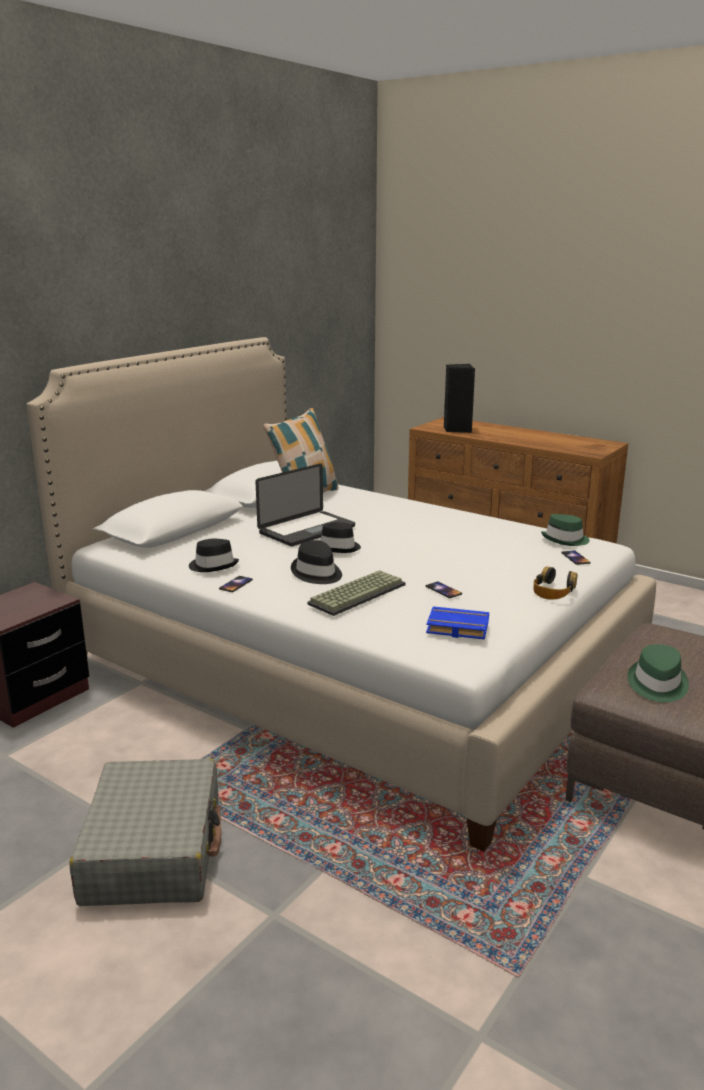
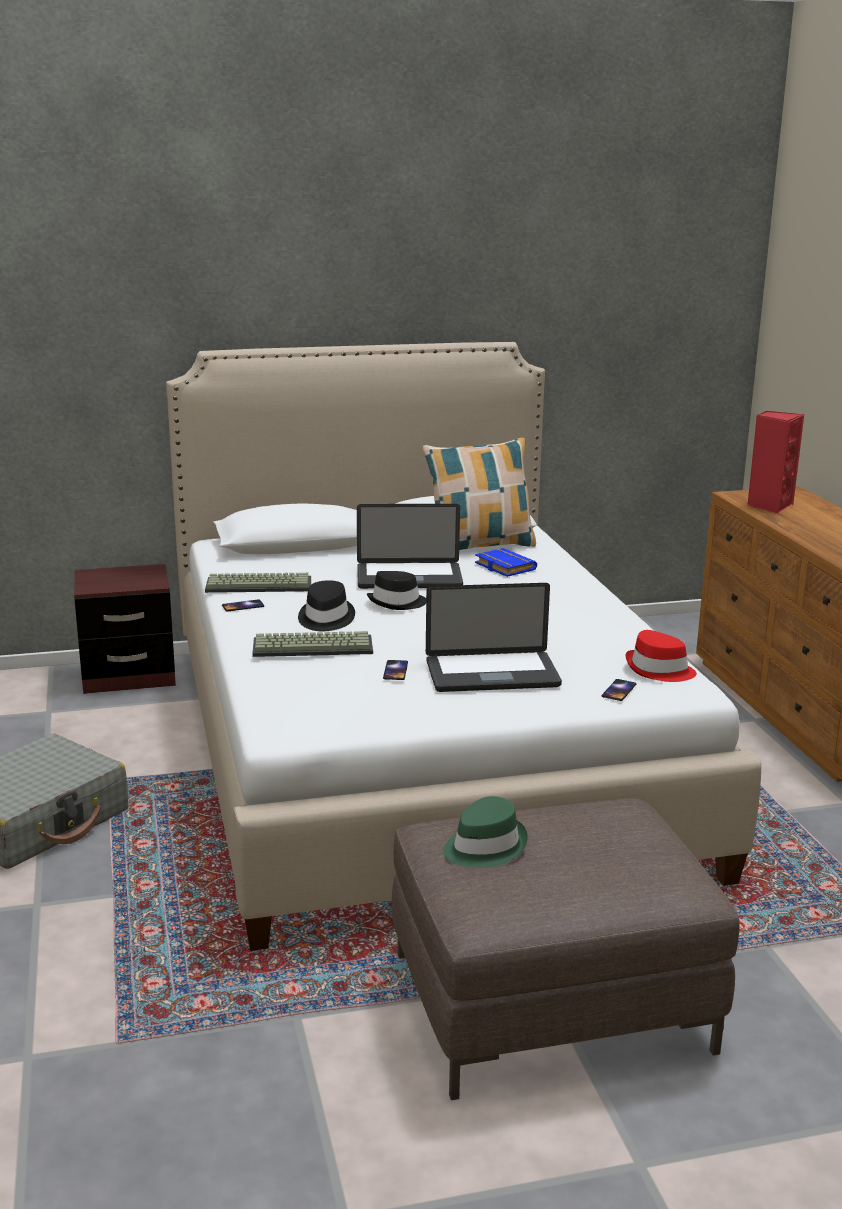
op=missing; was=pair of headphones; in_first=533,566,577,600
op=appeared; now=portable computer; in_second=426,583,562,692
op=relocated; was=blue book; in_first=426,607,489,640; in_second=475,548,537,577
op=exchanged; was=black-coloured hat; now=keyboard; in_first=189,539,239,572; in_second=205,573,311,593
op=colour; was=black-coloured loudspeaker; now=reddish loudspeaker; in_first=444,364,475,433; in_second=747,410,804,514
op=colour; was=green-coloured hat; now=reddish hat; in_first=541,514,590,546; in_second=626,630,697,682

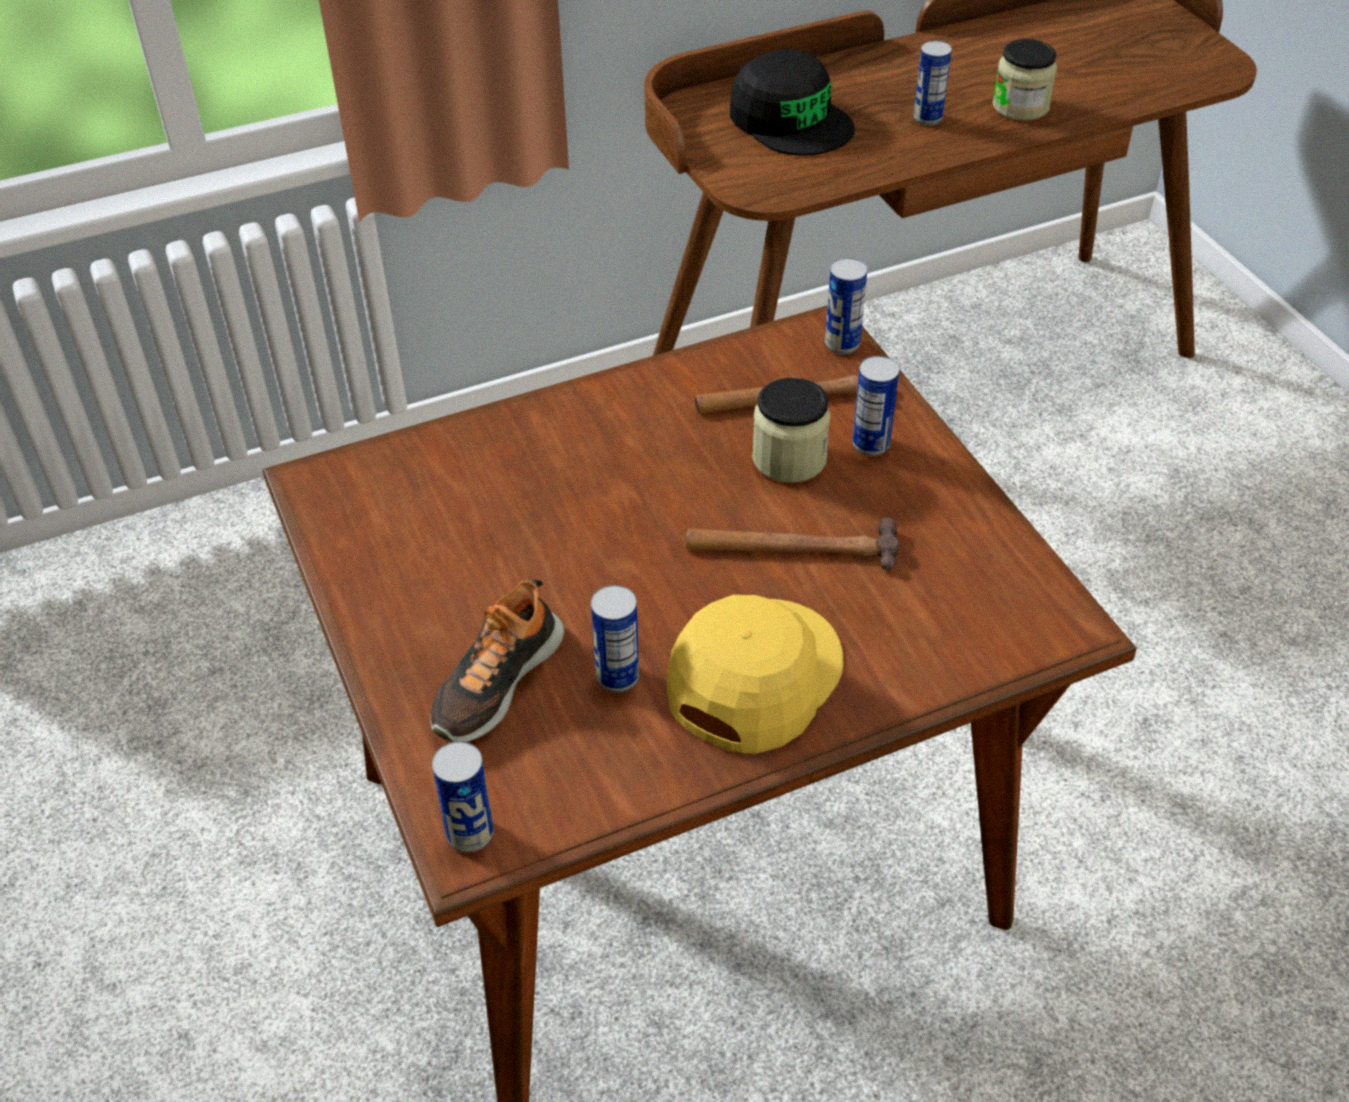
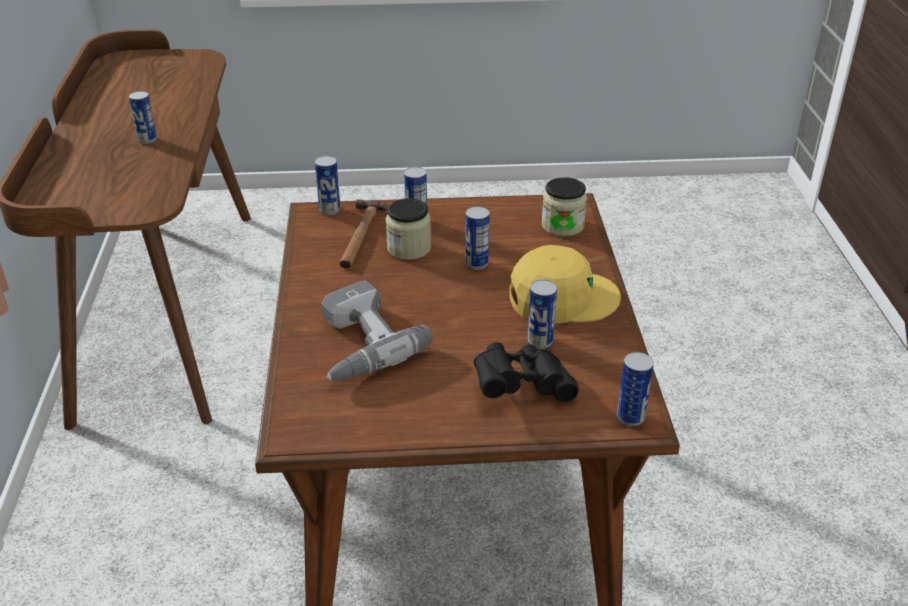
op=missing; was=black-coloured cap; in_first=730,49,855,156
op=appeared; now=drill; in_second=321,280,433,380
op=relocated; was=preserve jar; in_first=993,39,1057,121; in_second=541,177,587,237
op=exchanged; was=item of footwear; now=black-coloured binoculars; in_first=431,579,564,742; in_second=474,342,579,402
op=exchanged; was=tool hammer; now=sealed can; in_first=686,518,899,570; in_second=465,206,490,270
op=spun; was=yellow cap; in_first=667,595,843,754; in_second=509,245,621,323; clockwise=120

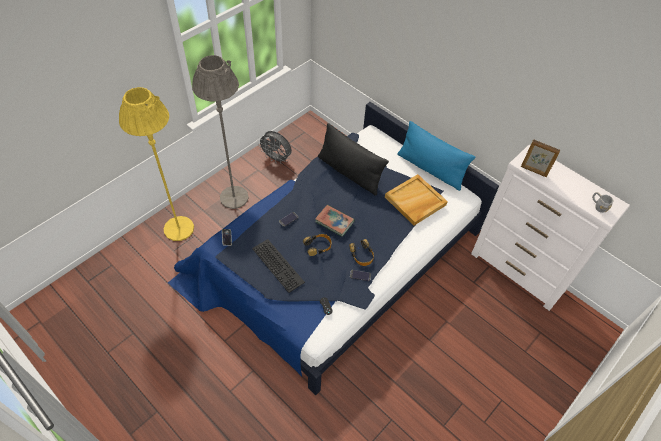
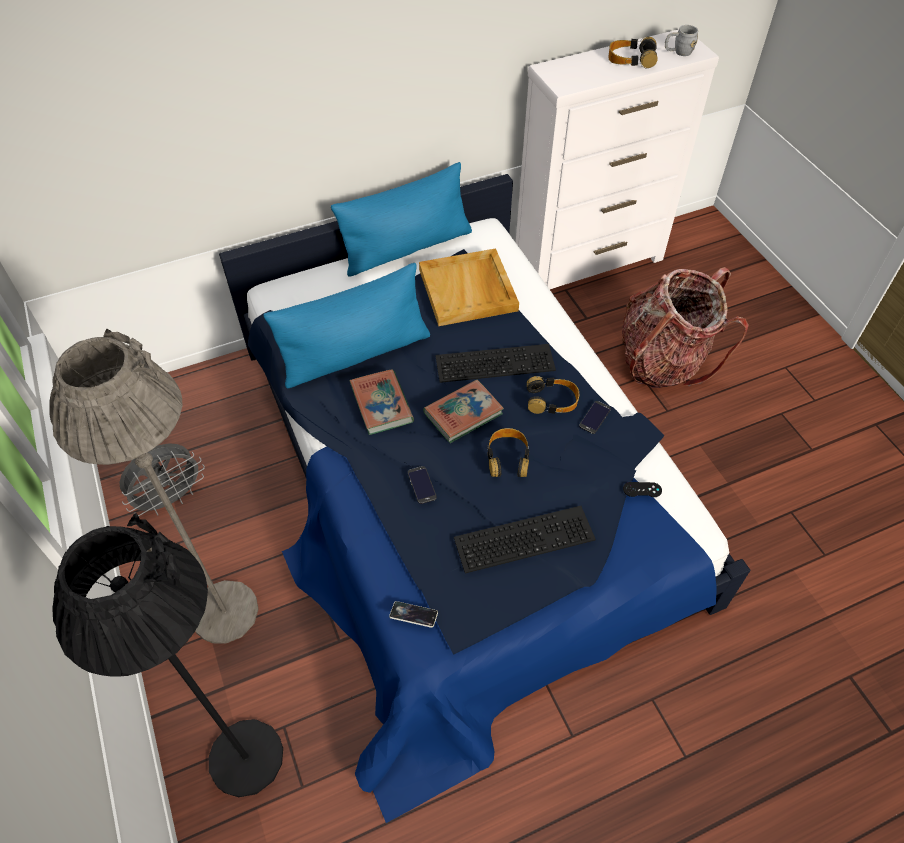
op=missing; was=photo frame; in_first=521,139,561,177
op=appeared; now=book; in_second=350,369,414,435
op=appeared; now=keyboard; in_second=435,344,556,383
op=appeared; now=pair of headphones; in_second=608,36,657,68
op=appeared; now=backpack; in_second=622,267,749,388
op=colour; was=yellow standing lamp; now=black-coloured standing lamp; in_first=119,87,194,241; in_second=52,513,283,797
op=colour; was=black-coloured cushion; now=blue cushion; in_first=318,123,389,196; in_second=264,263,430,388

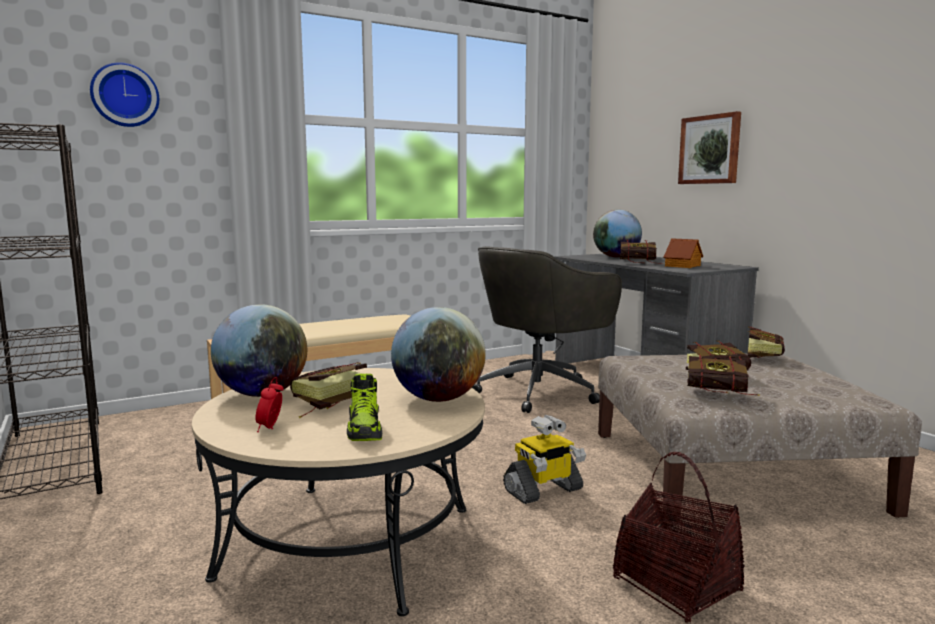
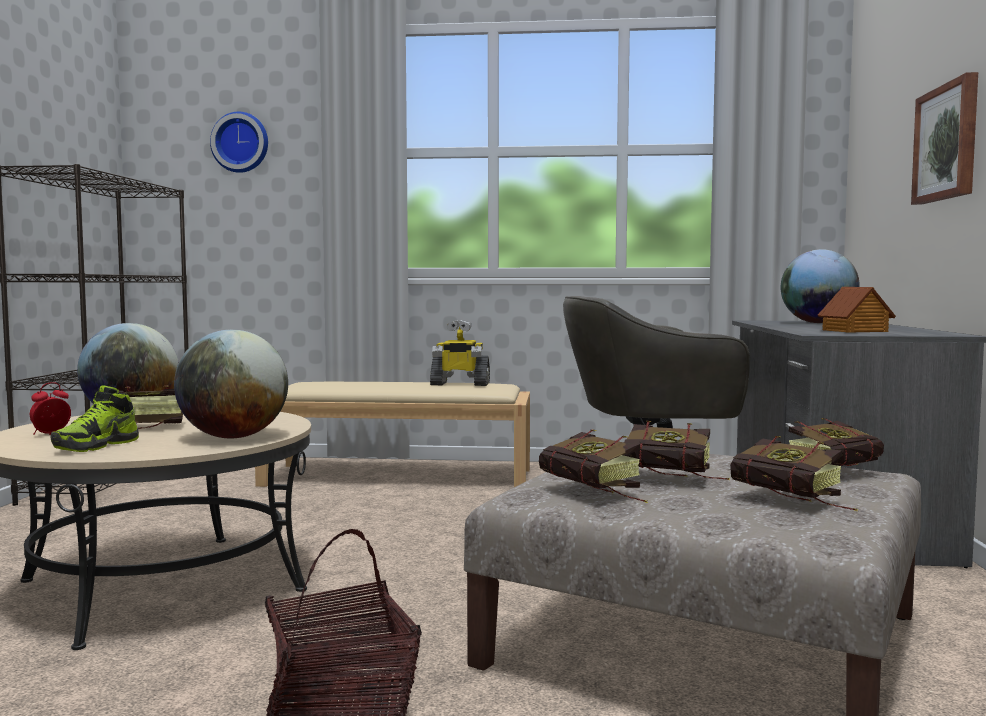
op=relocated; was=model robot; in_first=503,415,586,504; in_second=430,320,490,386
op=relocated; was=book; in_first=620,240,664,264; in_second=730,436,858,511

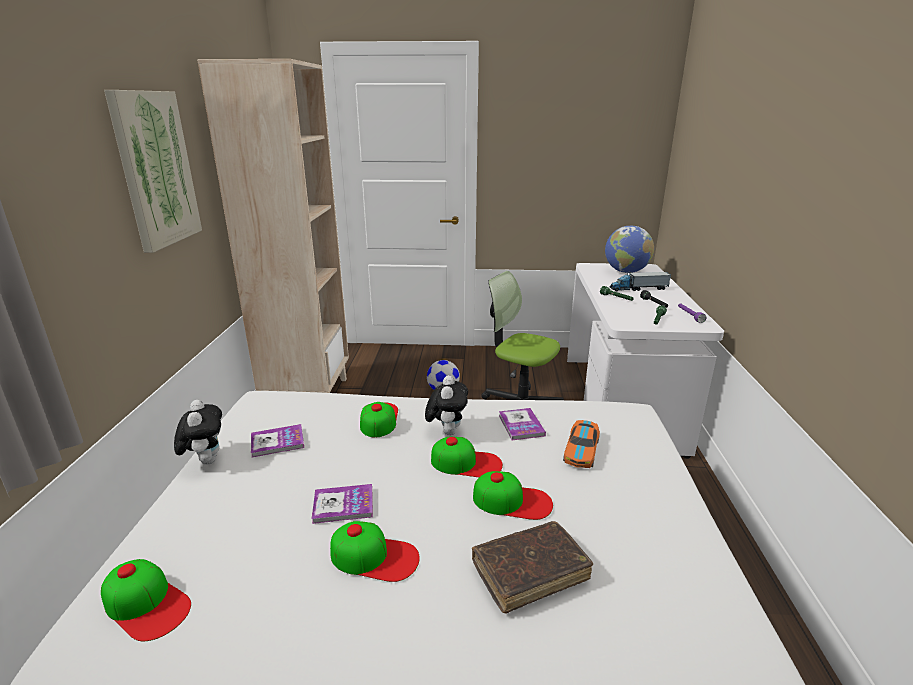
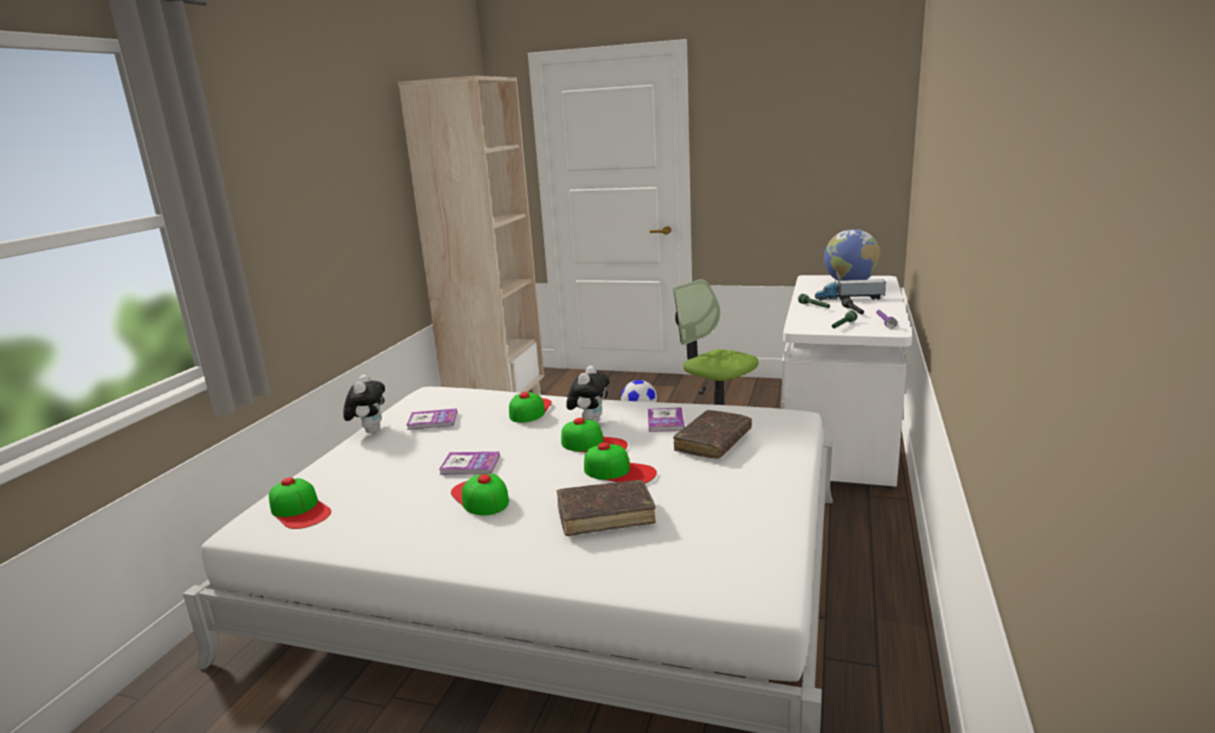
op=missing; was=picture; in_first=104,90,202,253
op=exchanged; was=miniature car; now=brown-coloured book; in_first=563,420,600,468; in_second=673,410,752,459
op=spun; was=cap; in_first=330,521,420,582; in_second=451,474,509,516; clockwise=-150

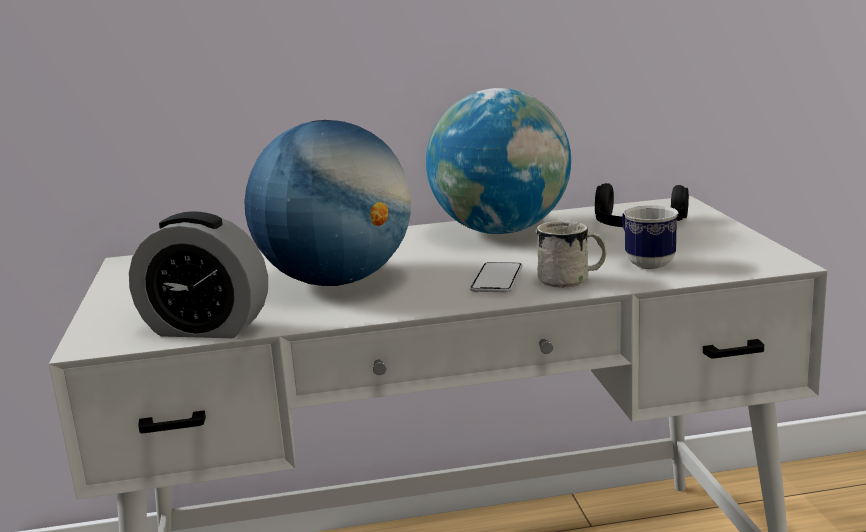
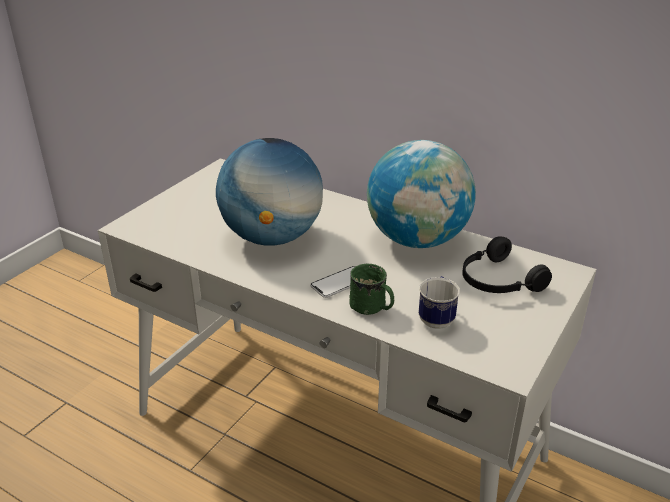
op=missing; was=alarm clock; in_first=129,211,268,338
op=colour; was=white tea mug; now=green-coloured tea mug; in_first=536,221,606,288; in_second=349,264,394,315

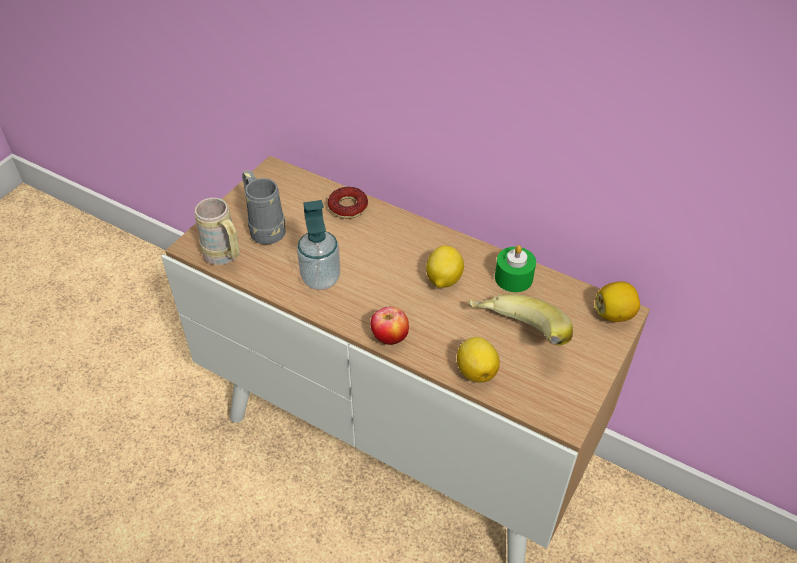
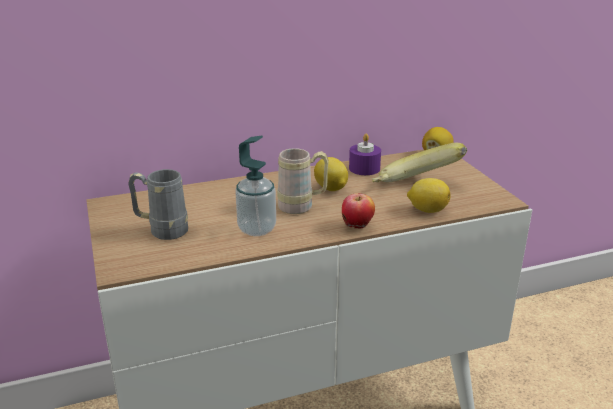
op=missing; was=donut; in_first=328,187,368,219
op=relocated; was=sand-coloured tea mug; in_first=195,198,240,265; in_second=277,148,329,214
op=colour; was=green-coloured wax candle; now=purplish wax candle; in_first=495,245,536,292; in_second=349,134,381,175

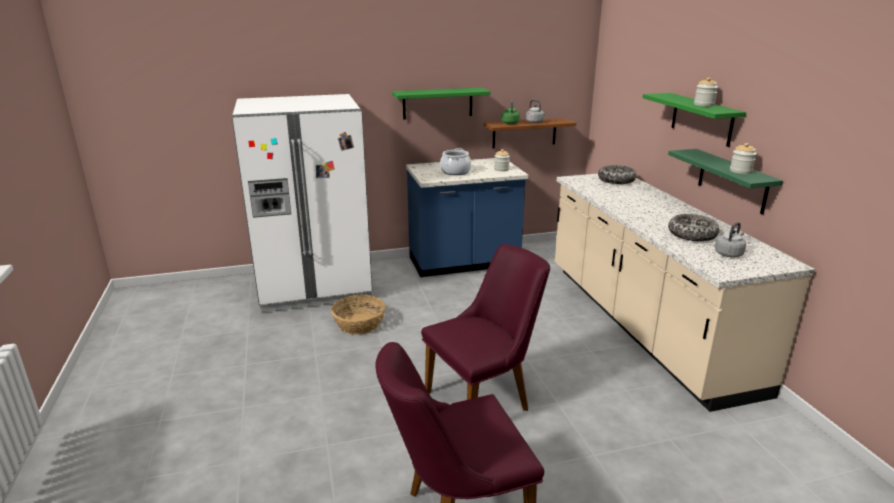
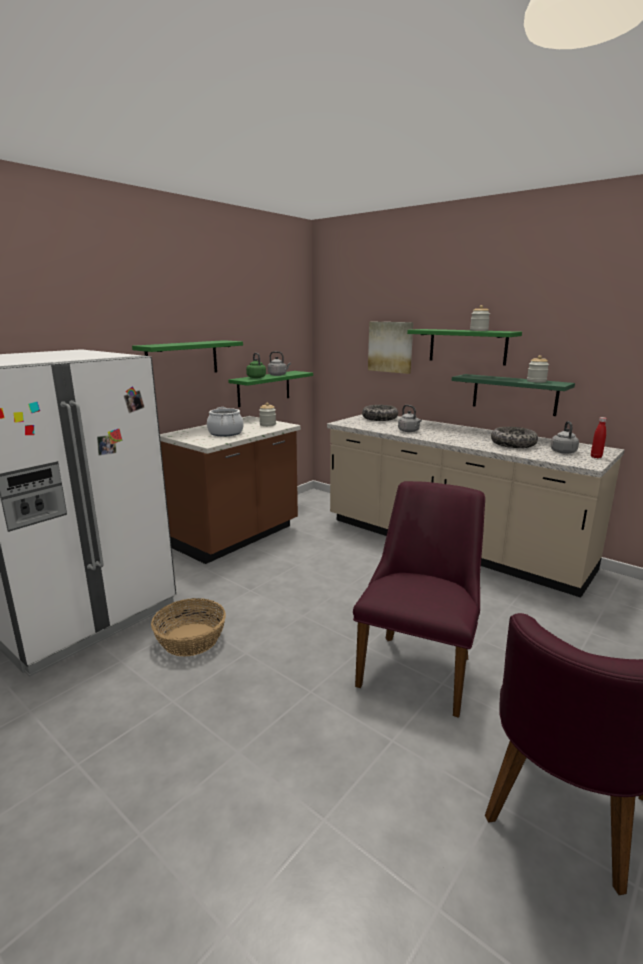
op=appeared; now=picture; in_second=368,322,413,374
op=appeared; now=greyish tea kettle; in_second=398,405,422,432
op=appeared; now=reddish drink bottle; in_second=591,417,607,458
op=colour; was=blue counter; now=brown-coloured counter; in_first=406,158,528,277; in_second=160,416,301,564
op=colour; was=brown-coloured shelf; now=green-coloured shelf; in_first=484,118,576,149; in_second=228,371,313,407

